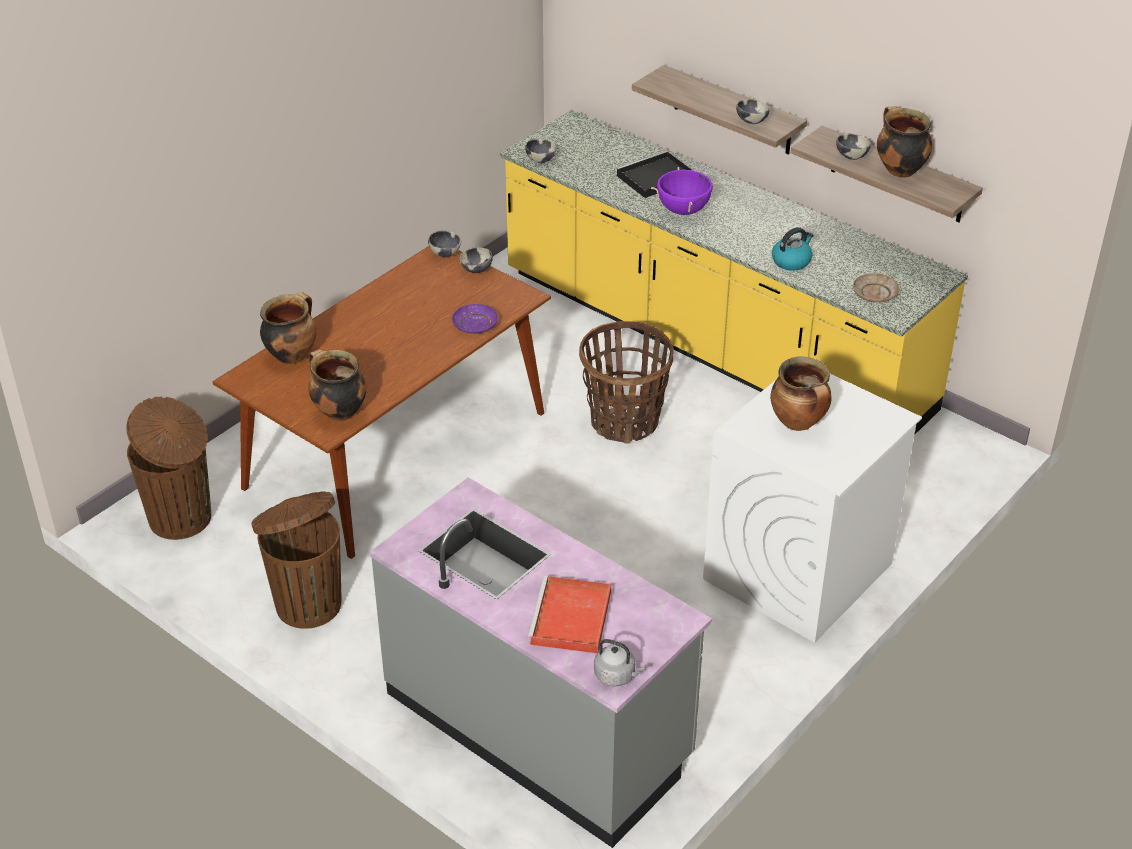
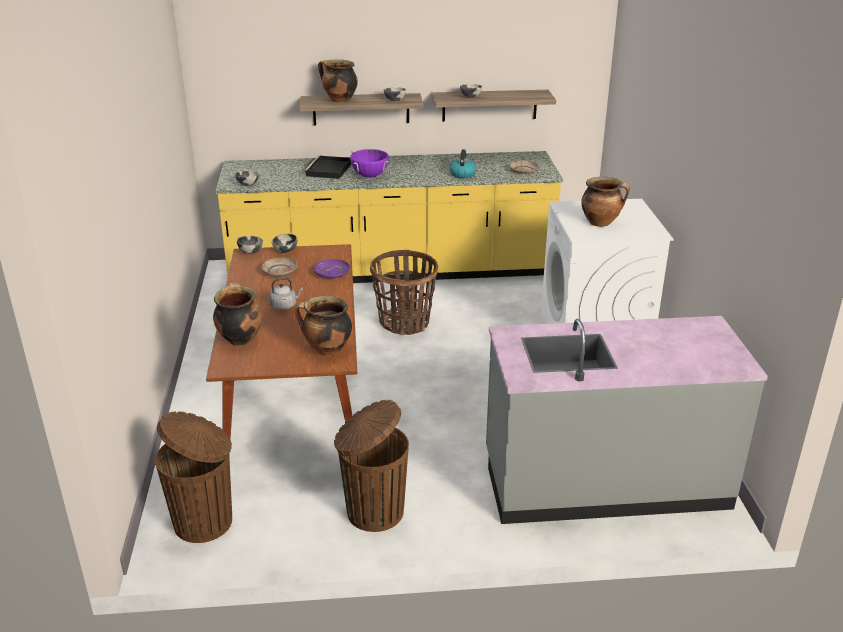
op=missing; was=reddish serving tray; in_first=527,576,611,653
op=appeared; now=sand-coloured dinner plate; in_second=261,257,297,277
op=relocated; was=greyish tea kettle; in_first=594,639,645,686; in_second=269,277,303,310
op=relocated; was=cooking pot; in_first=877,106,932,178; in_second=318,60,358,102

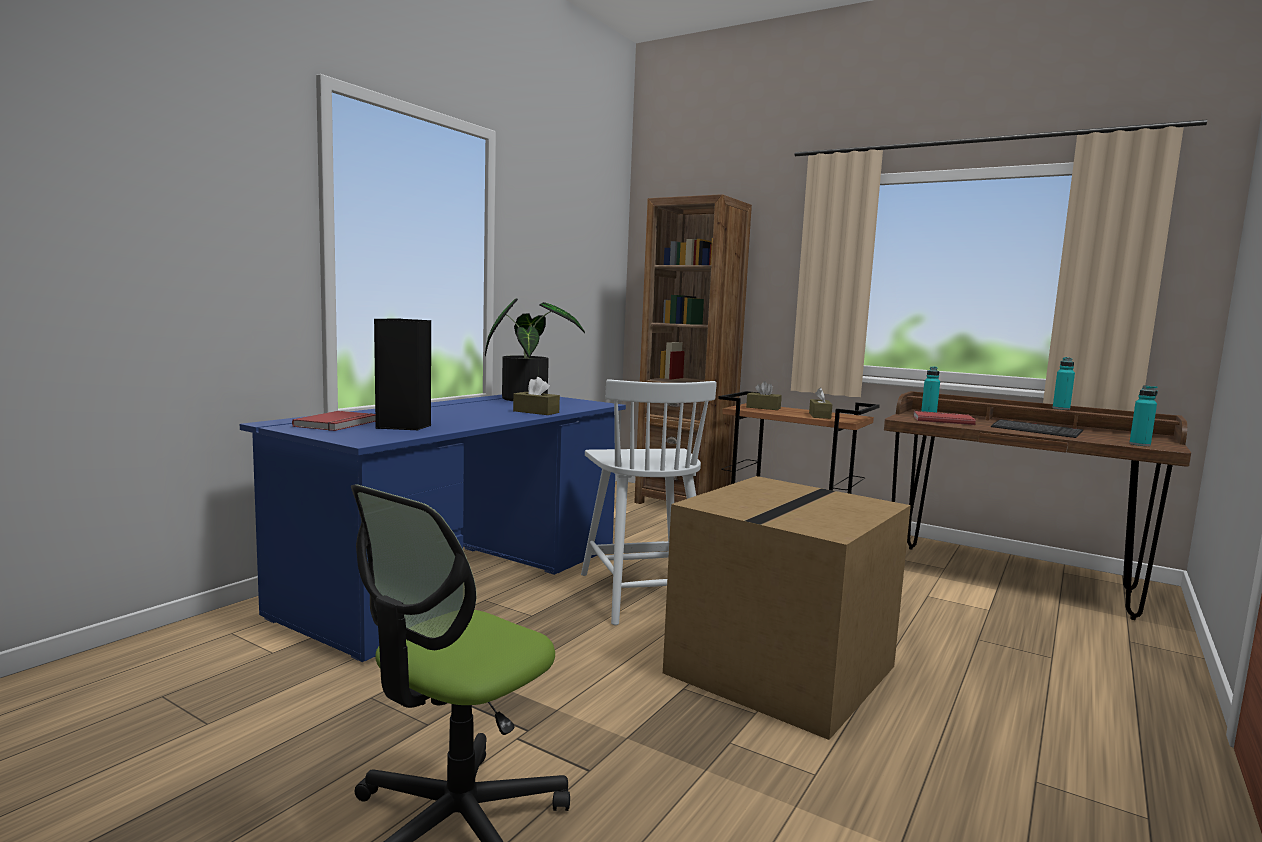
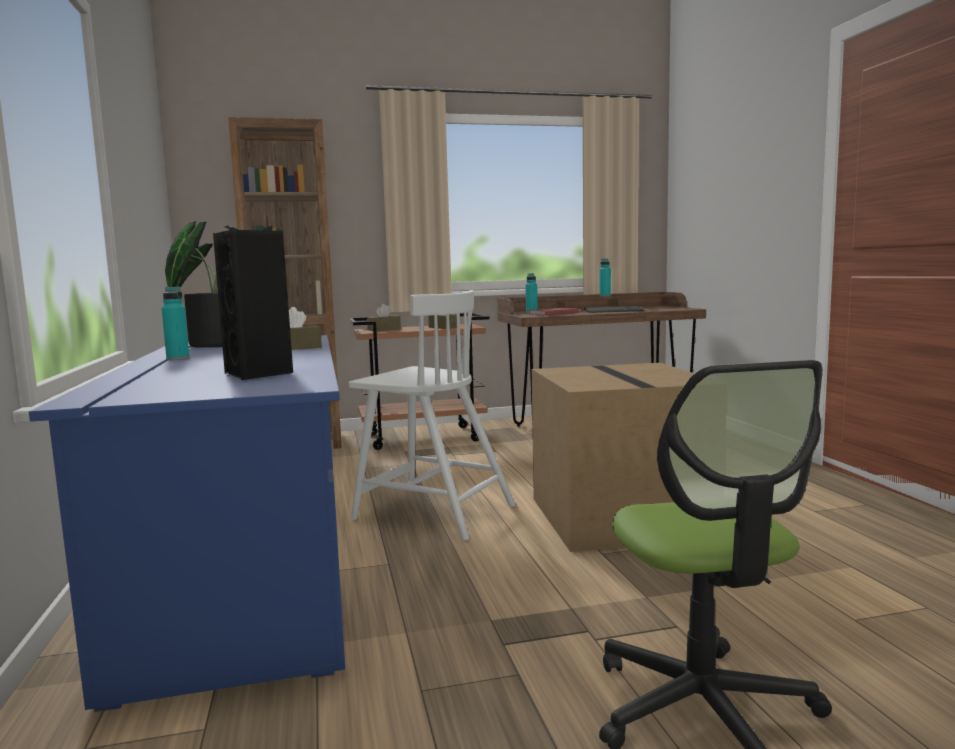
op=missing; was=reddish book; in_first=292,411,376,431
op=relocated; was=turquoise drink bottle; in_first=1129,385,1158,446; in_second=162,286,190,360

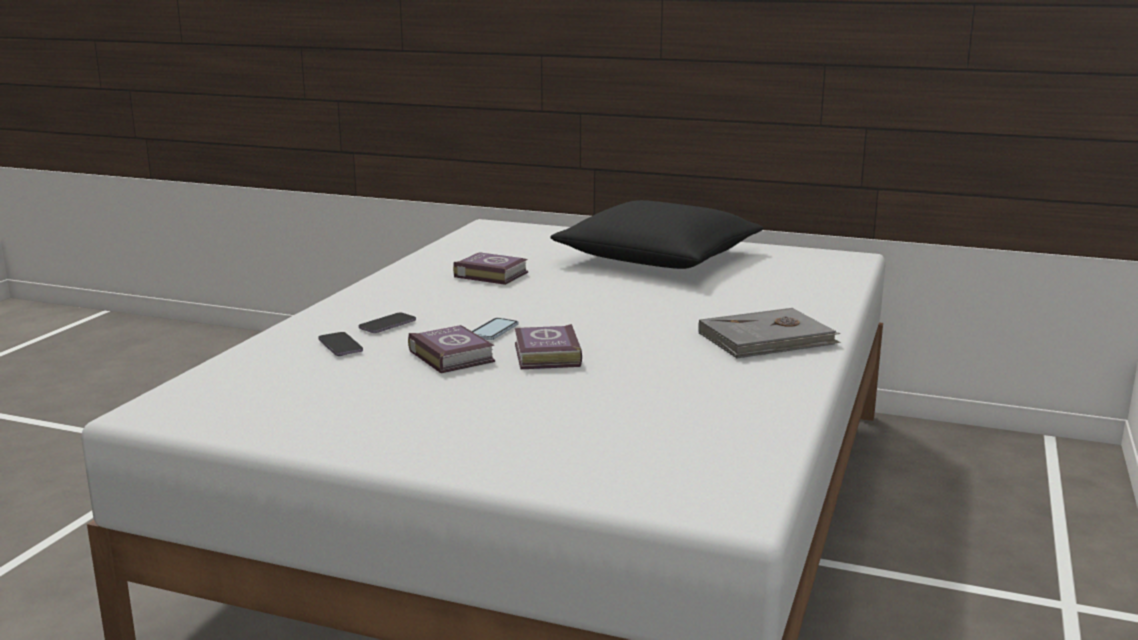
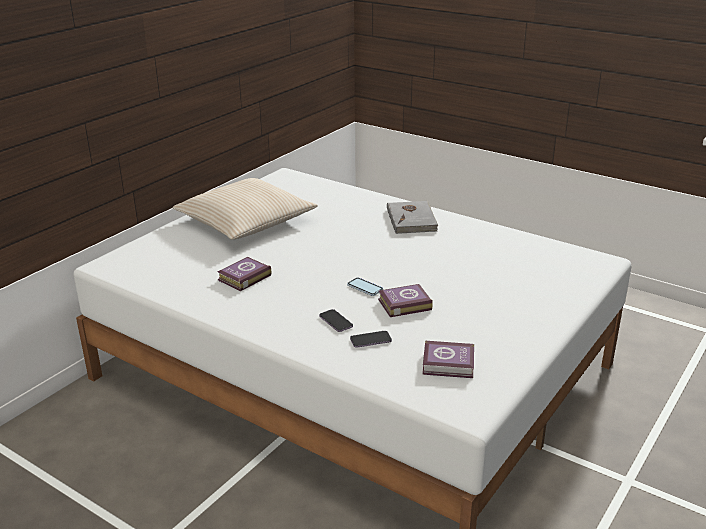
op=relocated; was=book; in_first=515,324,582,369; in_second=422,341,474,378
op=colour; was=black-coloured cushion; now=sand-coloured cushion; in_first=550,200,763,269; in_second=173,178,318,240

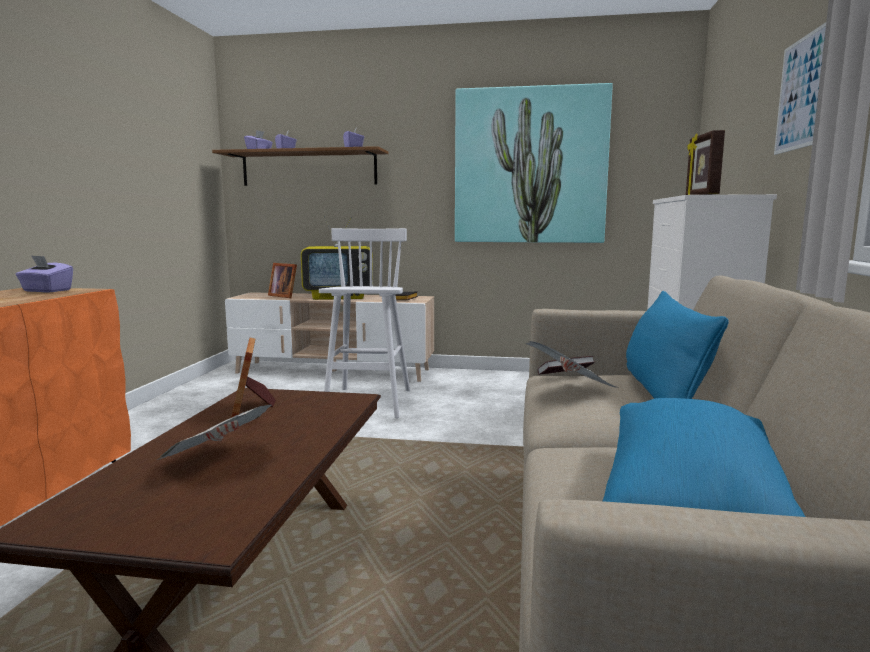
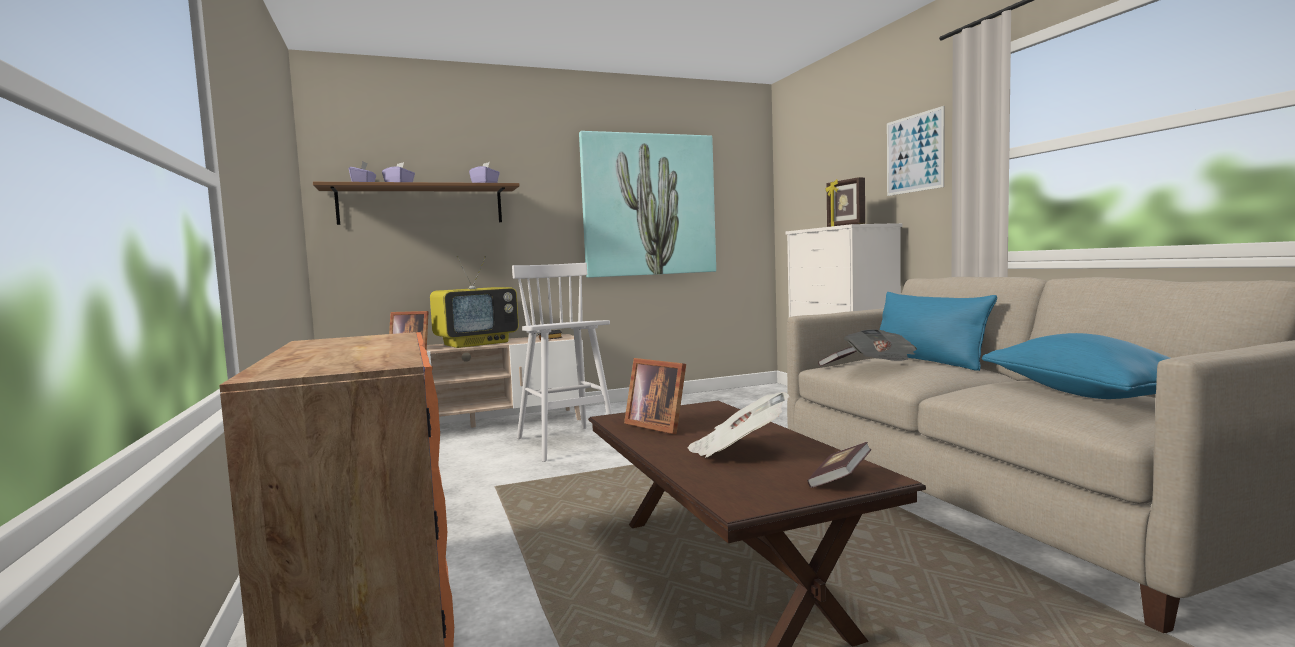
op=missing; was=purplish box of tissues; in_first=16,255,73,293
op=appeared; now=book; in_second=807,442,871,488

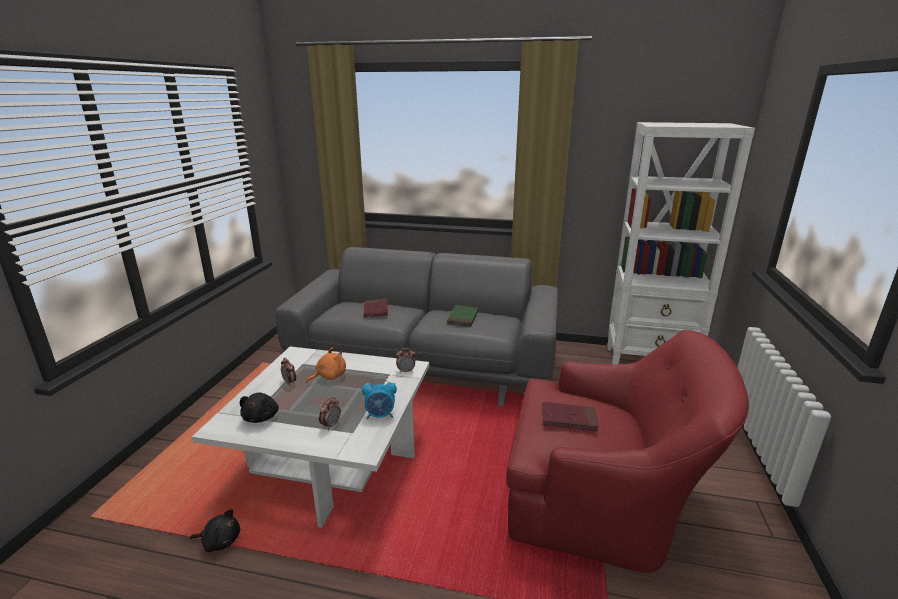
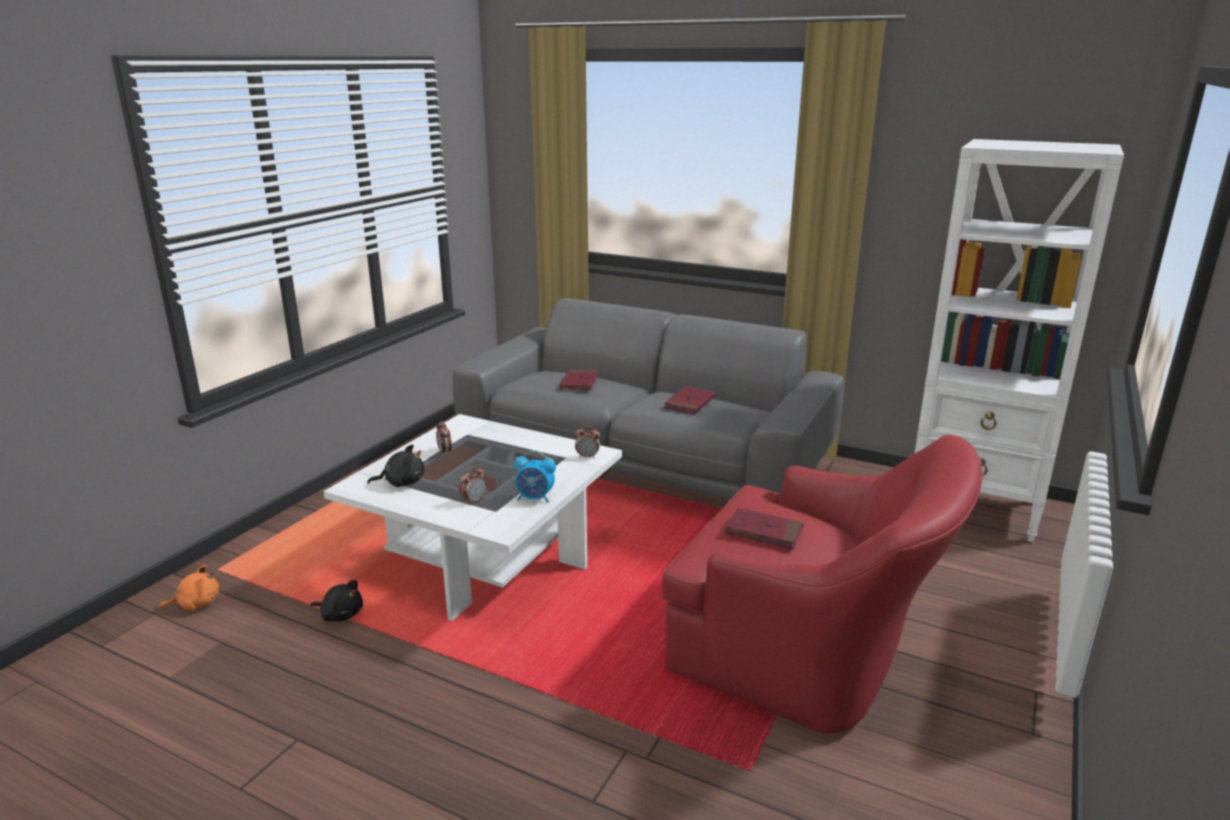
op=relocated; was=orangey cuddly toy; in_first=306,347,346,383; in_second=158,565,220,611
op=colour; was=green-coloured book; now=reddish book; in_first=447,305,478,327; in_second=664,386,715,415
op=spun; was=black-coloured cuddly toy; in_first=240,393,279,423; in_second=367,444,425,487; clockwise=-120

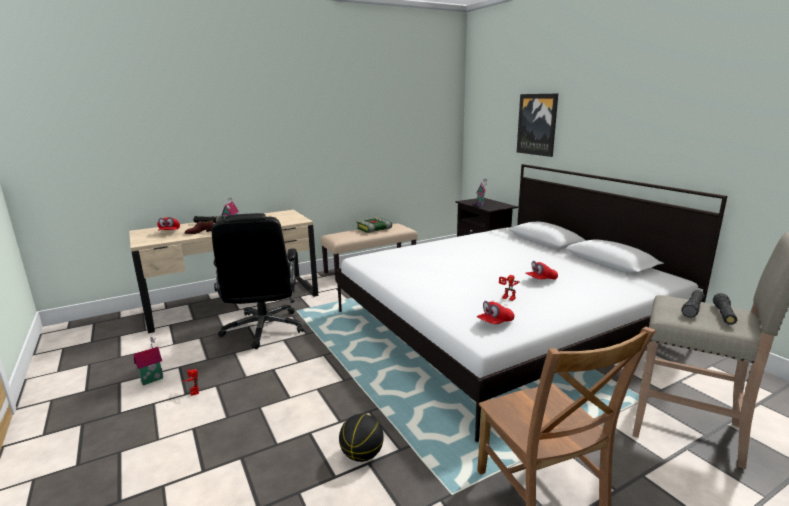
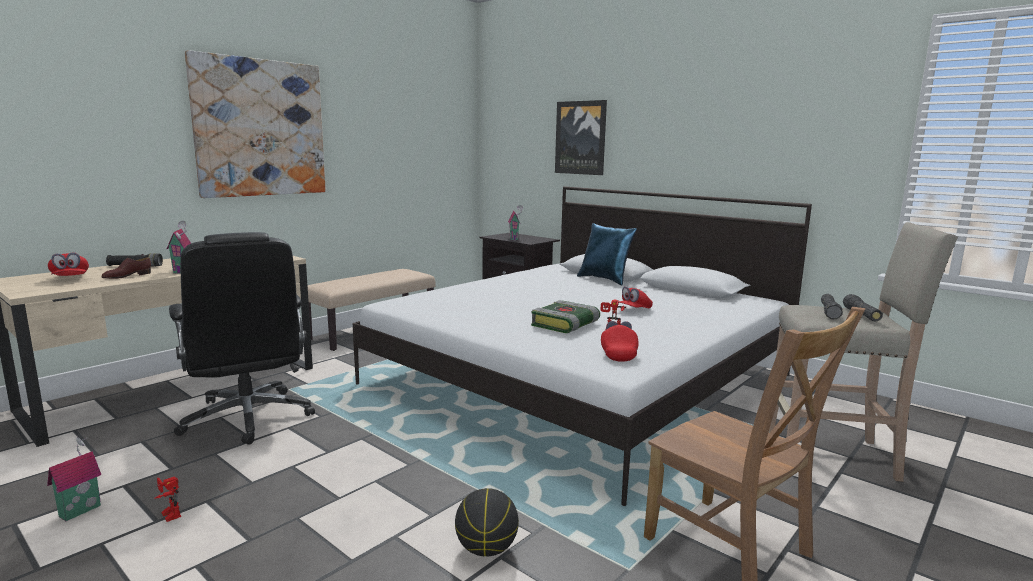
op=appeared; now=picture; in_second=185,50,326,198
op=appeared; now=blue cushion; in_second=577,223,637,286
op=relocated; was=book; in_first=357,217,392,233; in_second=531,300,600,333
op=spun; was=reddish cap; in_first=477,301,514,324; in_second=601,321,639,362; clockwise=150

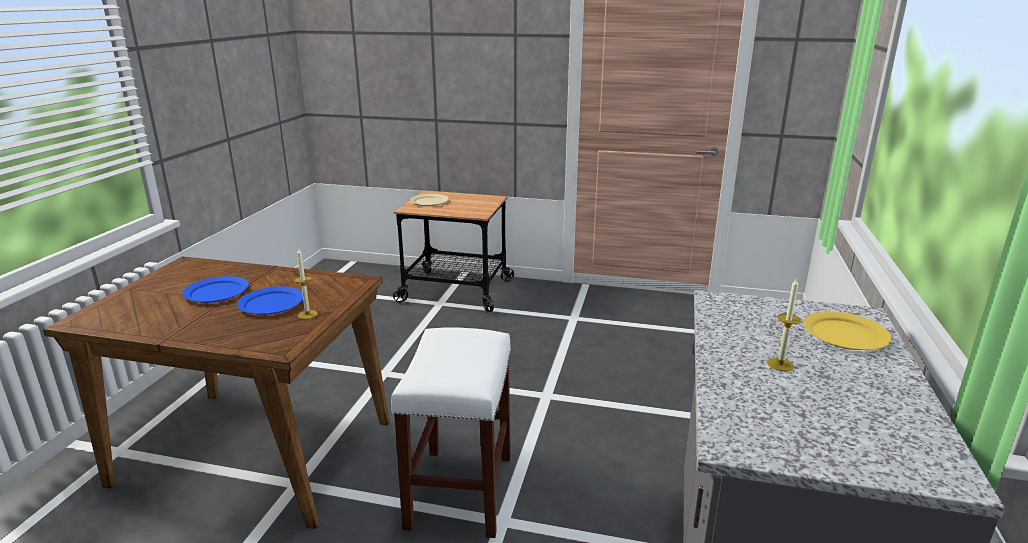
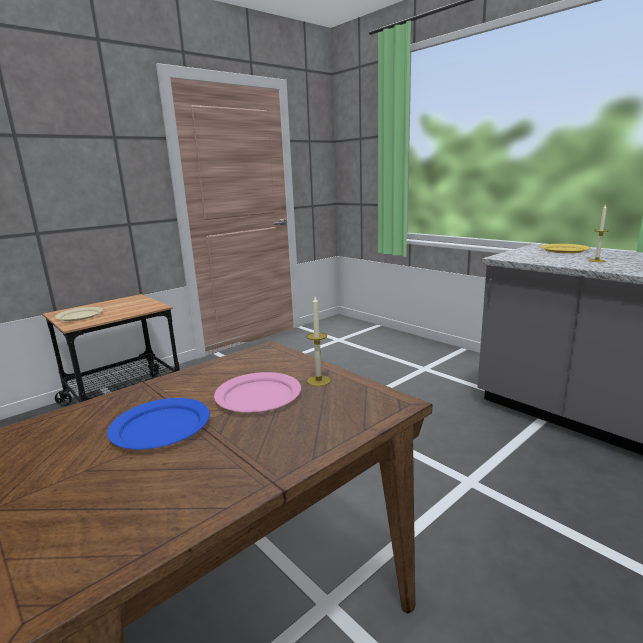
op=missing; was=white stool; in_first=391,327,511,538
op=colour; was=blue dinner plate; now=pink-coloured dinner plate; in_first=237,286,303,315; in_second=214,372,301,413

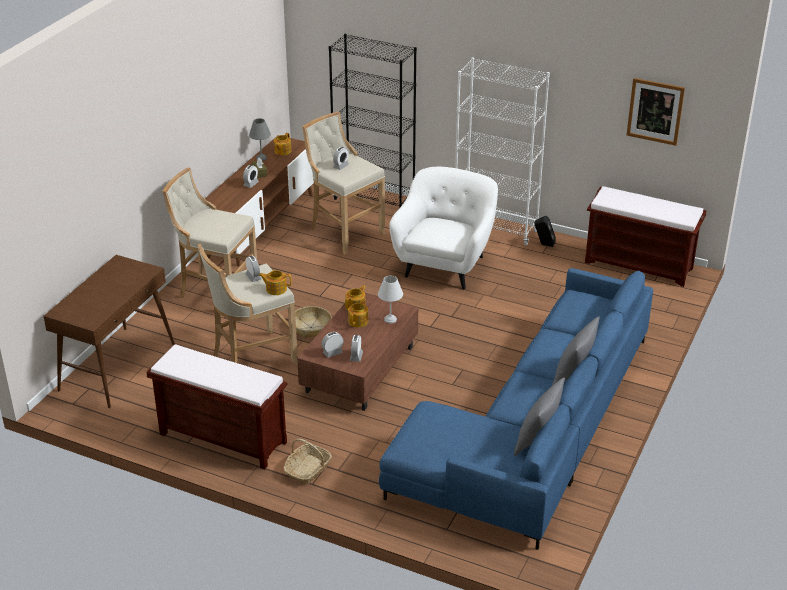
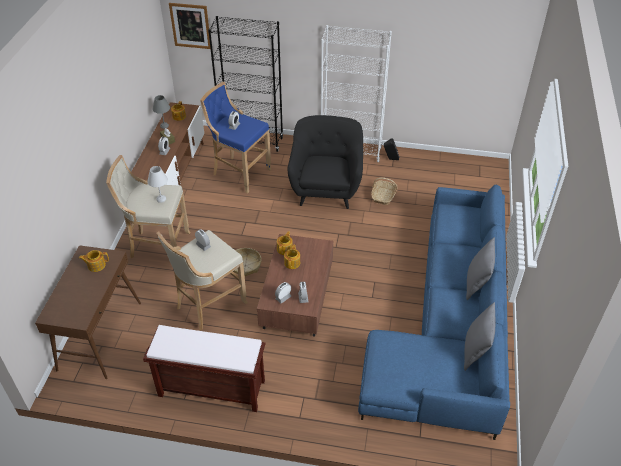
op=missing; was=brown-coloured indoor bench; in_first=585,186,707,287
op=relocated; was=pot for tea; in_first=259,270,292,295; in_second=79,250,109,272
op=relocated; was=storage basket; in_first=284,439,332,484; in_second=371,177,397,205
op=relocated; was=white tabletop lamp; in_first=378,276,403,324; in_second=147,166,168,203
op=relocated; was=picture; in_first=627,78,685,146; in_second=169,3,210,49
op=colour; was=sand-coloured stool; now=blue stool; in_first=302,111,386,254; in_second=200,82,272,194
op=colour; was=white easy chair; now=black-coloured easy chair; in_first=389,167,498,289; in_second=288,115,363,209

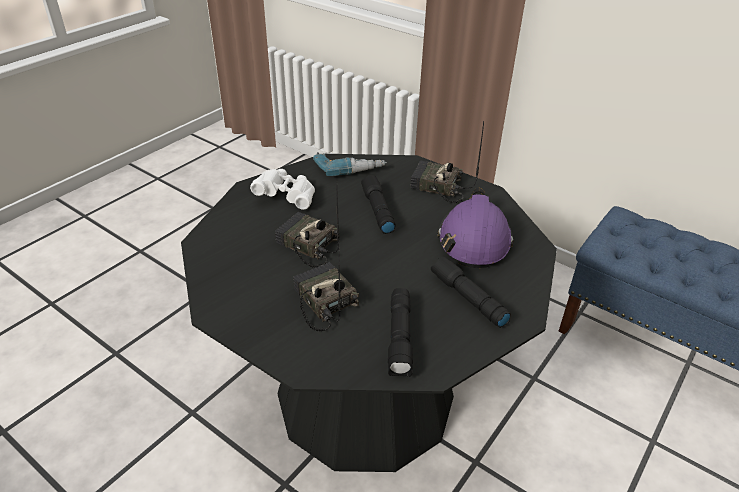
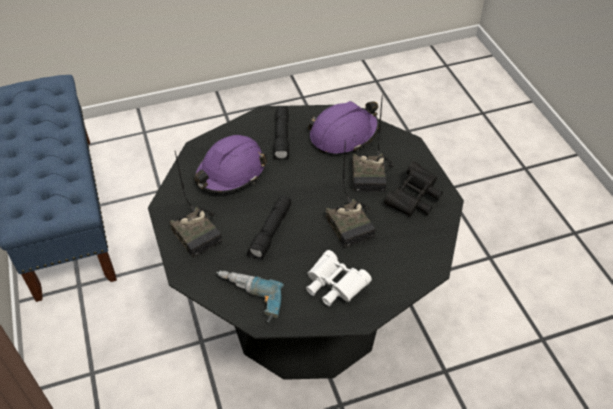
op=appeared; now=black-coloured binoculars; in_second=384,162,443,217
op=exchanged; was=black-coloured flashlight; now=purplish safety helmet; in_first=388,288,413,377; in_second=308,101,379,153

